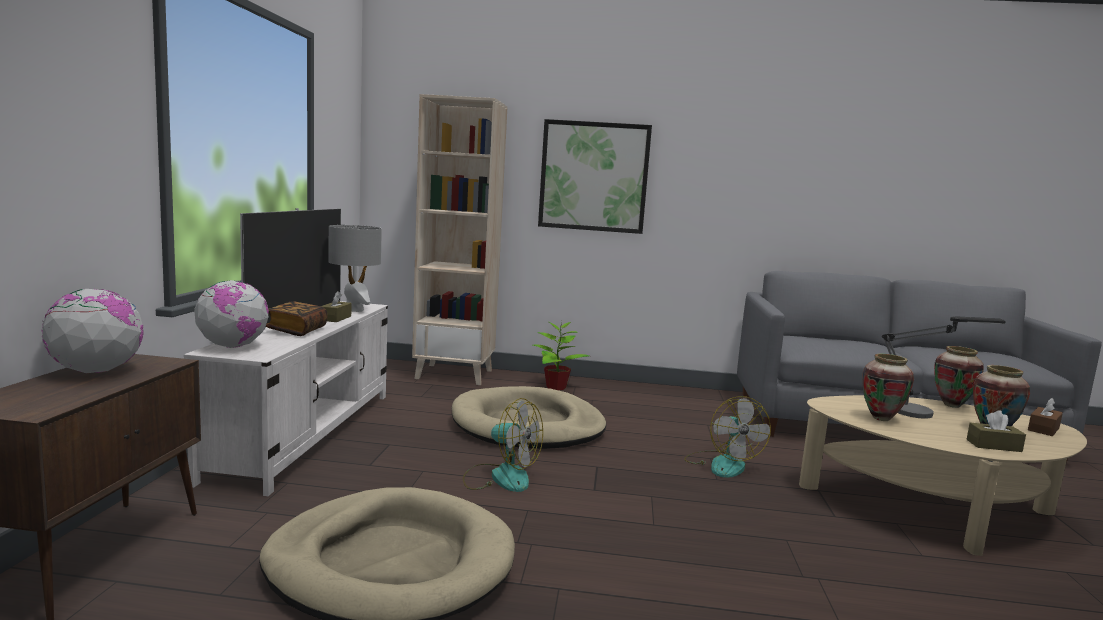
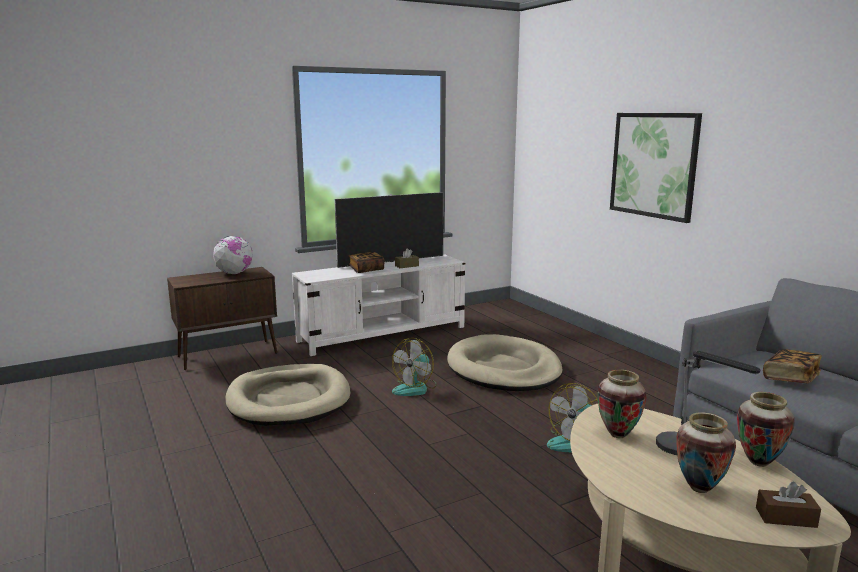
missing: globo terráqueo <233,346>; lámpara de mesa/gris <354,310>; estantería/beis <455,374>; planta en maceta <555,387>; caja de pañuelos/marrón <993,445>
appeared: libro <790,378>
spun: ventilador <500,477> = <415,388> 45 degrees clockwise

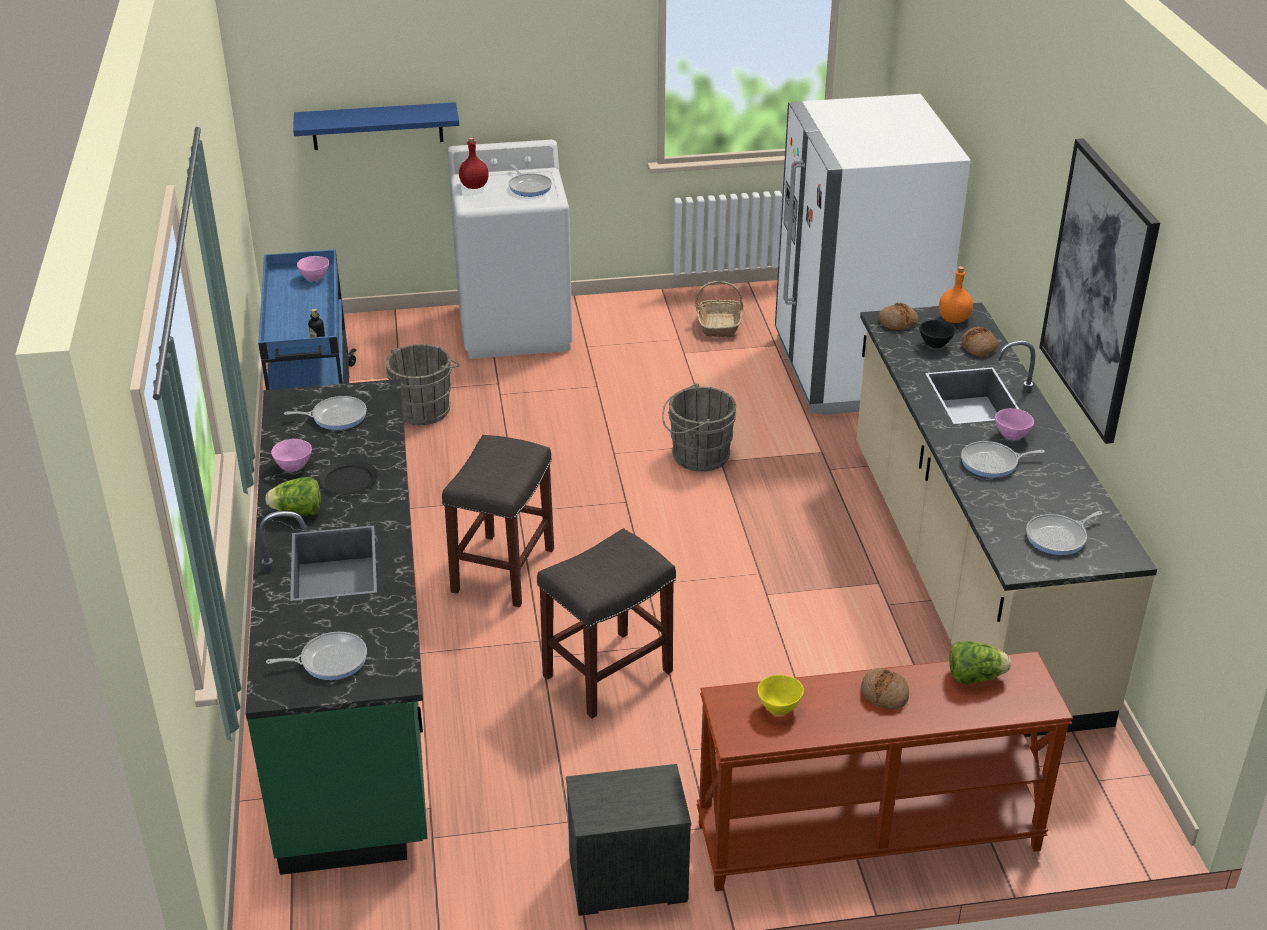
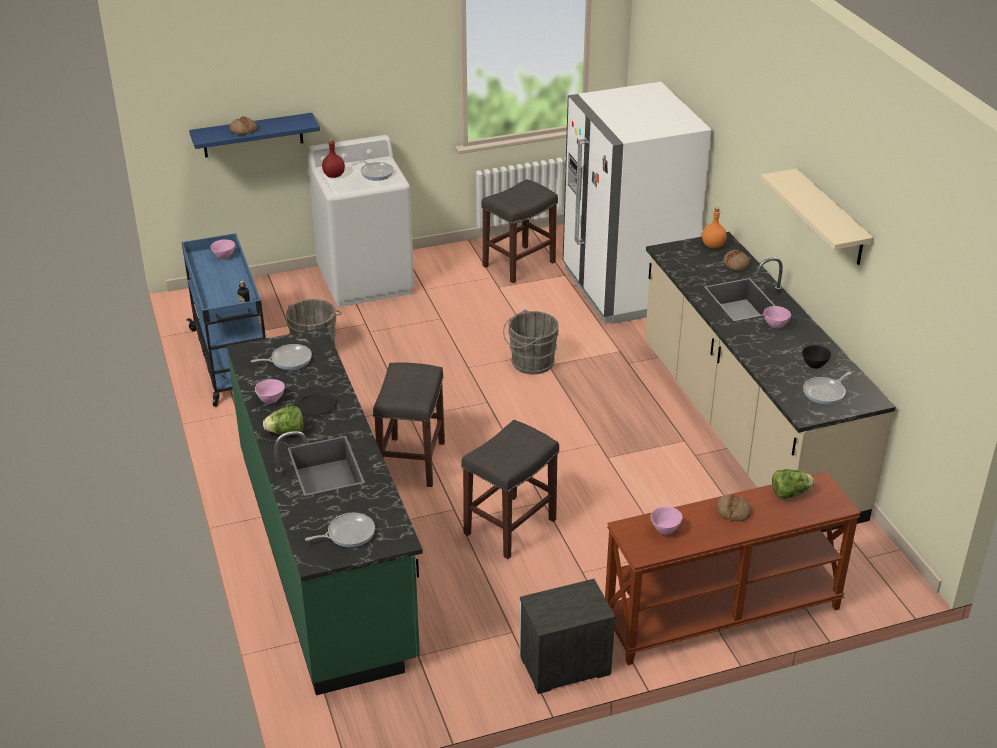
missing: sartén <992,463>
relocated: pan <897,322> to <243,130>; cuenco/negro <935,345> to <814,366>
exchanged: cesta <719,325> to taburete/gris <519,263>; cuadro <1098,290> to estante/beis <830,218>
colour: cuenco/amarillo <779,708> to cuenco/rosa <665,530>

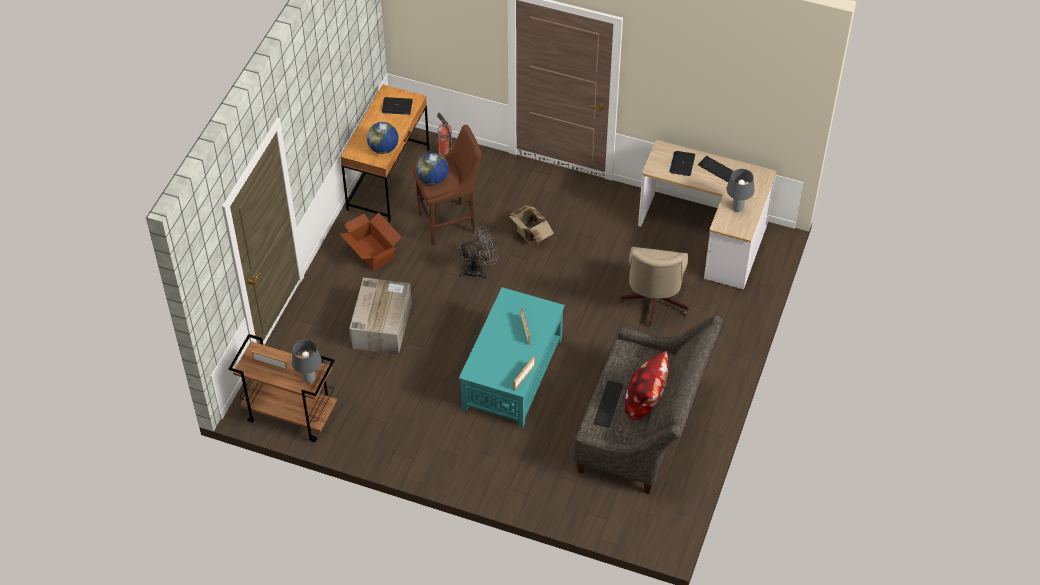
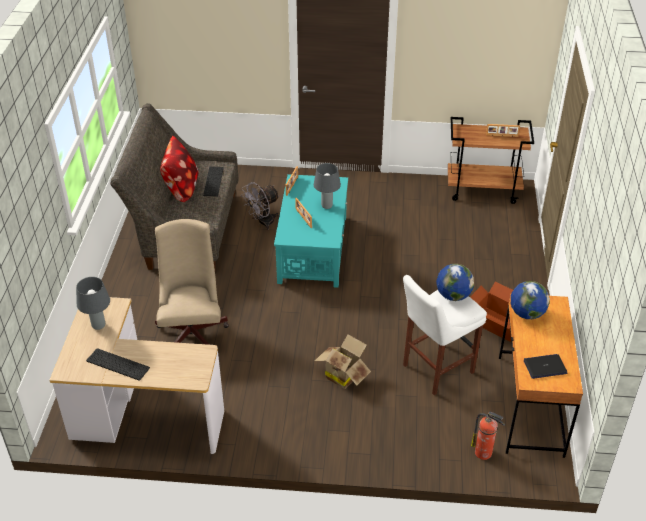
missing: caja de cartón <381,325>; portátil <682,164>
relocated: ventilador/gris <479,269> to <262,223>; lámpara de mesa/gris <309,379> to <327,206>
colour: taburete/marrón <450,223> to taburete/blanco <435,370>

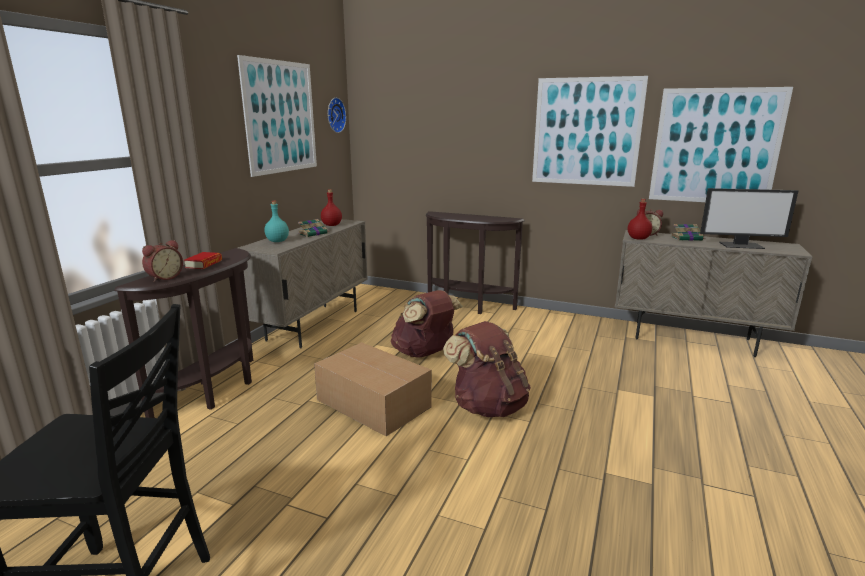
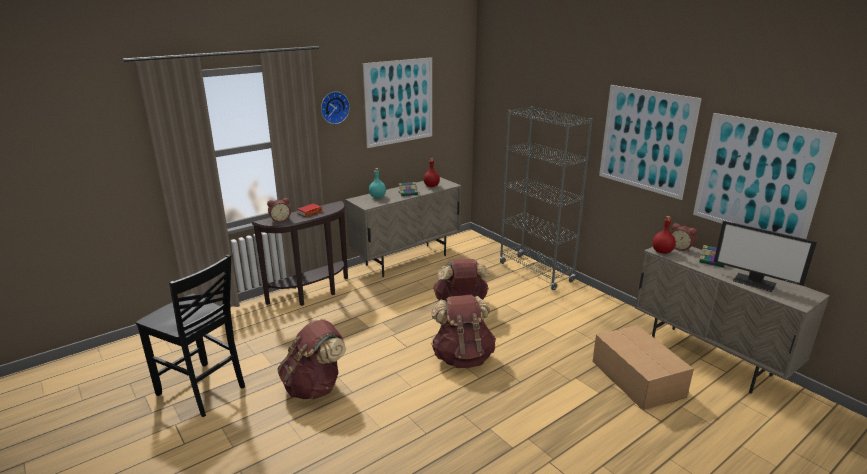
appeared: mochila/marrón <315,387>
relocated: reloj de pared <334,115> to <334,107>; caja de cartón <373,402> to <637,377>
exchanged: mesa consola/marrón <467,306> to estantería/gris <536,272>

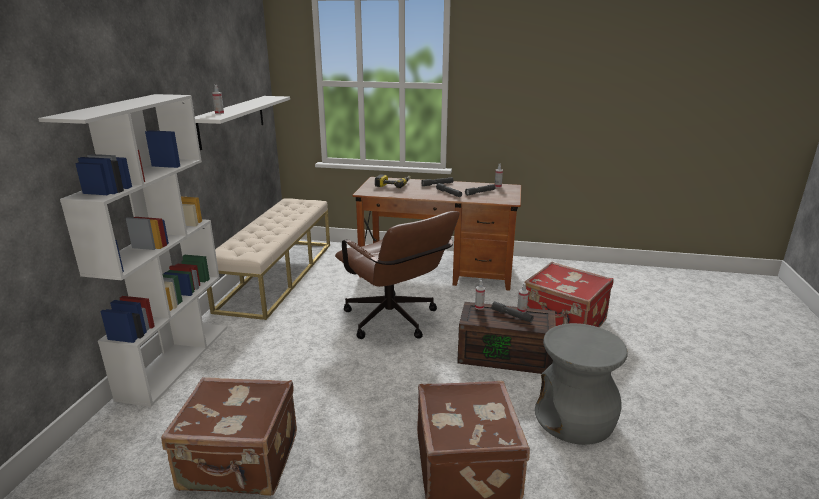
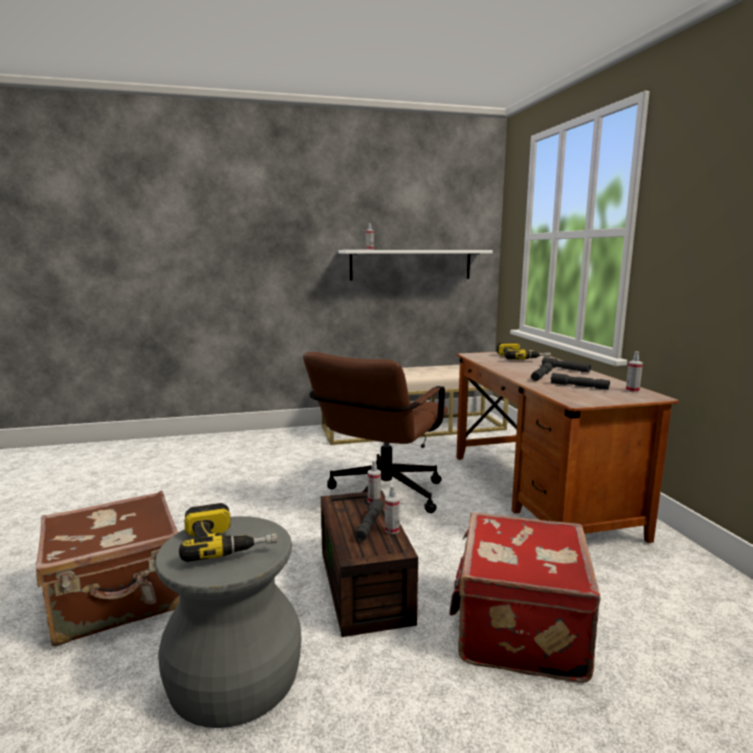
missing: estantería/blanco <176,360>; maleta/marrón <240,463>
appeared: taladro <227,542>

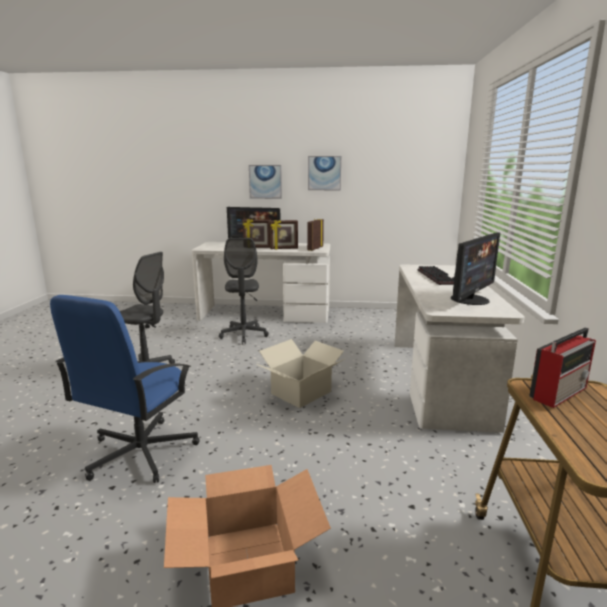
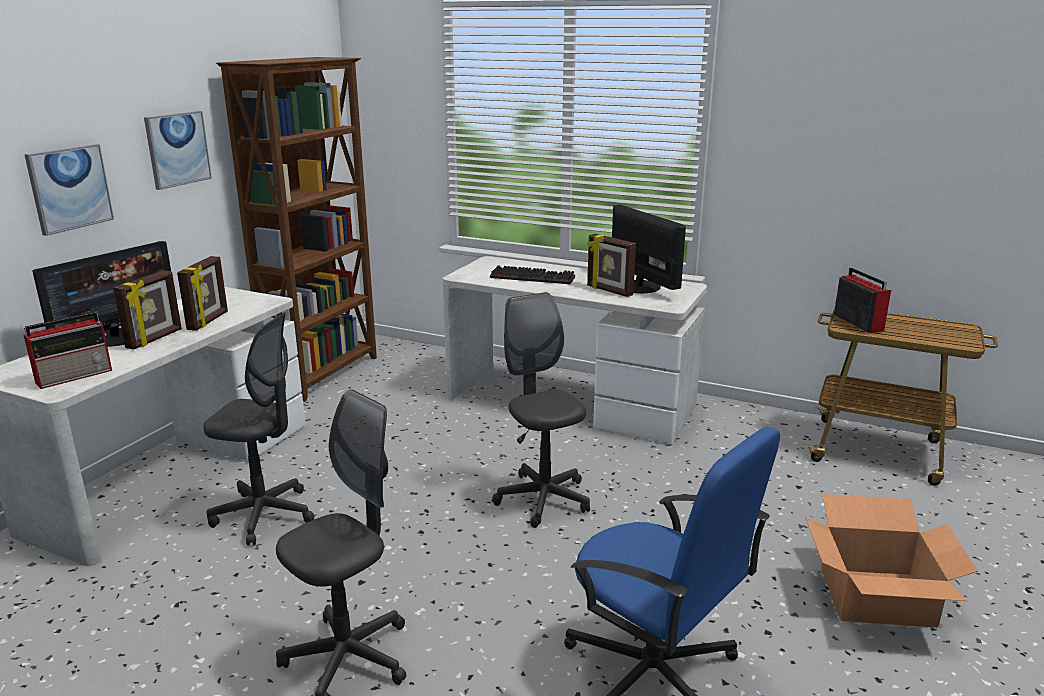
appeared: radio <76,376>; estantería/marrón <324,374>
relocated: portarretratos <315,248> to <609,291>
exchanged: caja de cartón <301,392> to silla de oficina/gris <543,499>

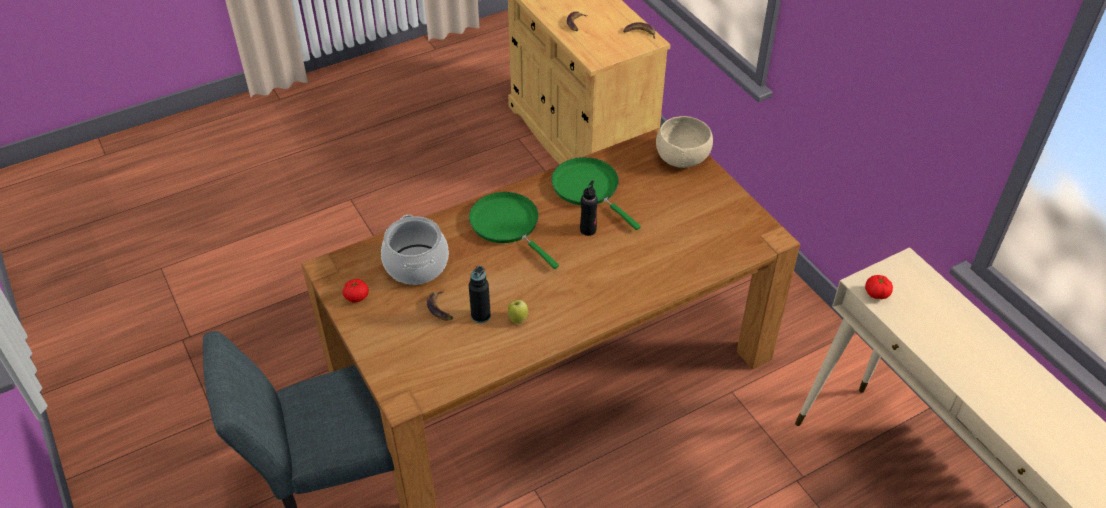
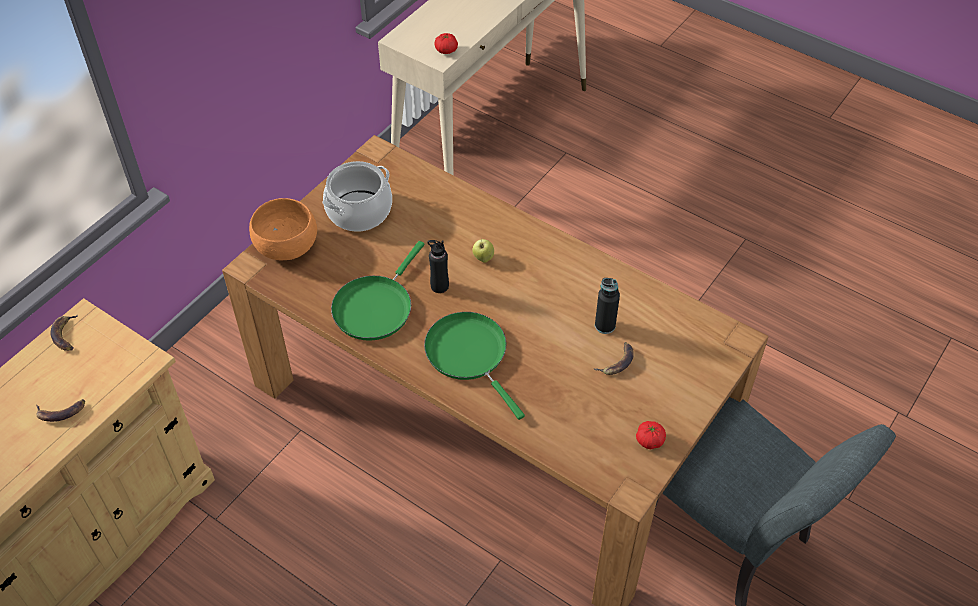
relocated: olla <416,265> to <359,211>; manzana <518,318> to <483,258>
colour: cuenco/beis <681,158> to cuenco/naranja <287,246>
spun: sartén/verde <507,225> = <469,354> 120 degrees clockwise

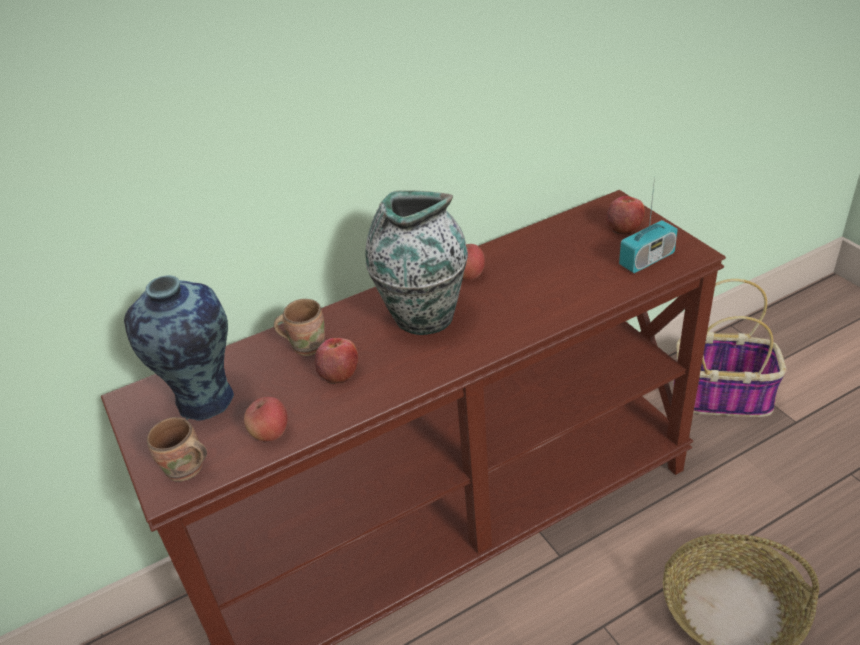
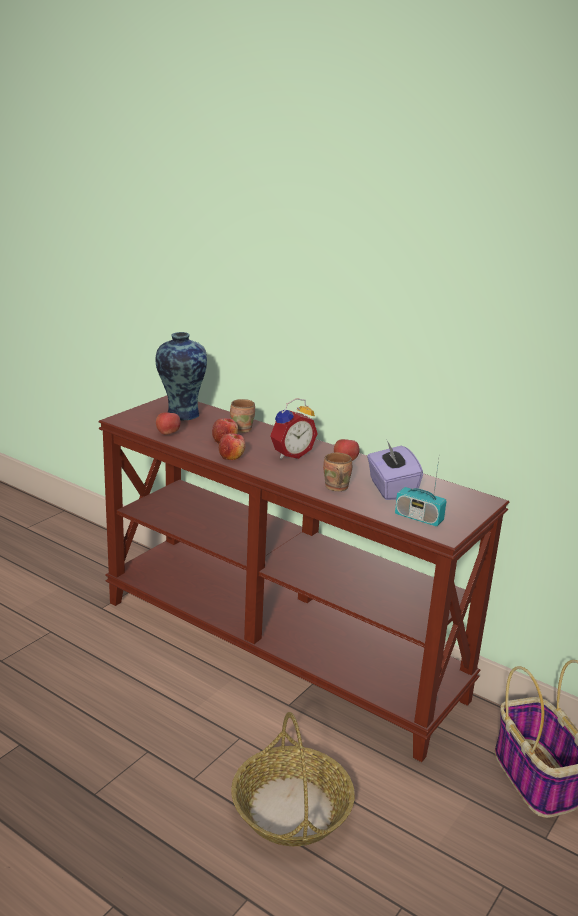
appeared: caja de pañuelos/morado <391,489>
relocated: manzana <624,227> to <231,457>; taza grande/marrón <186,471> to <335,488>
exchanged: florero <422,317> to despertador <290,454>

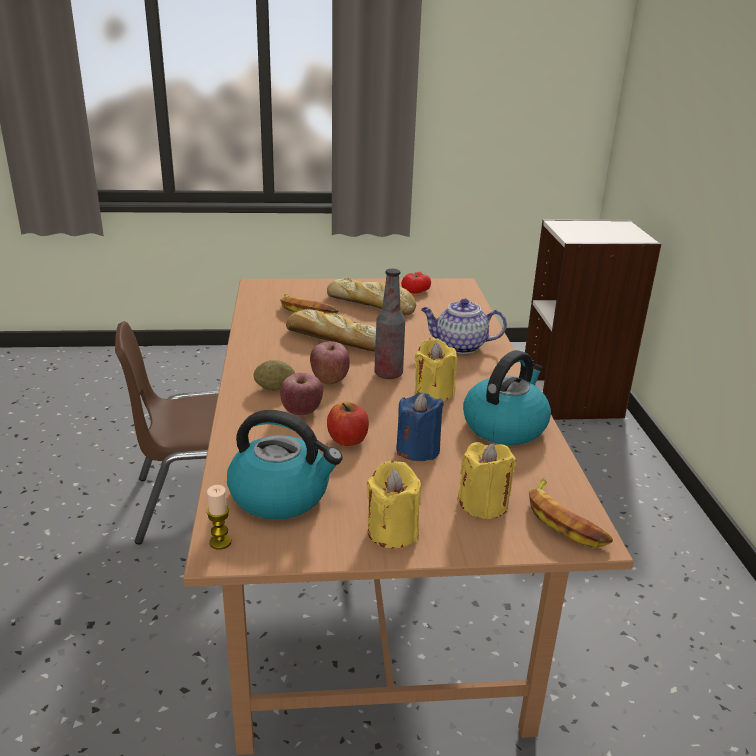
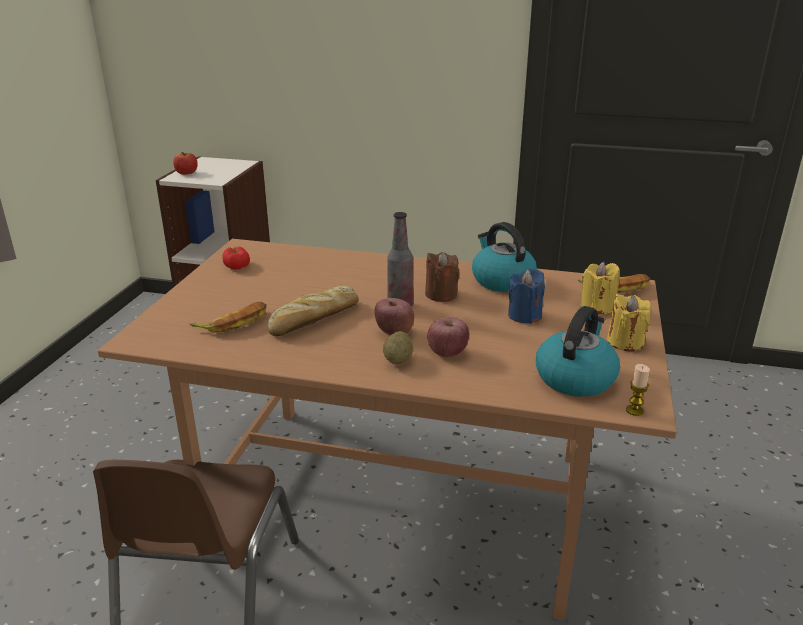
missing: pan <372,304>; tetera <459,346>
relocated: manzana <347,440> to <186,173>
colour: vela/amarillo <433,392> to vela/marrón <441,294>

